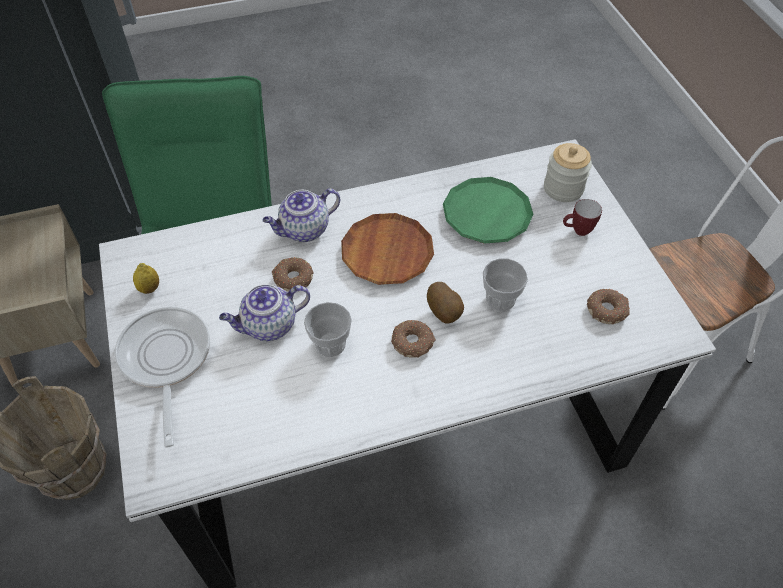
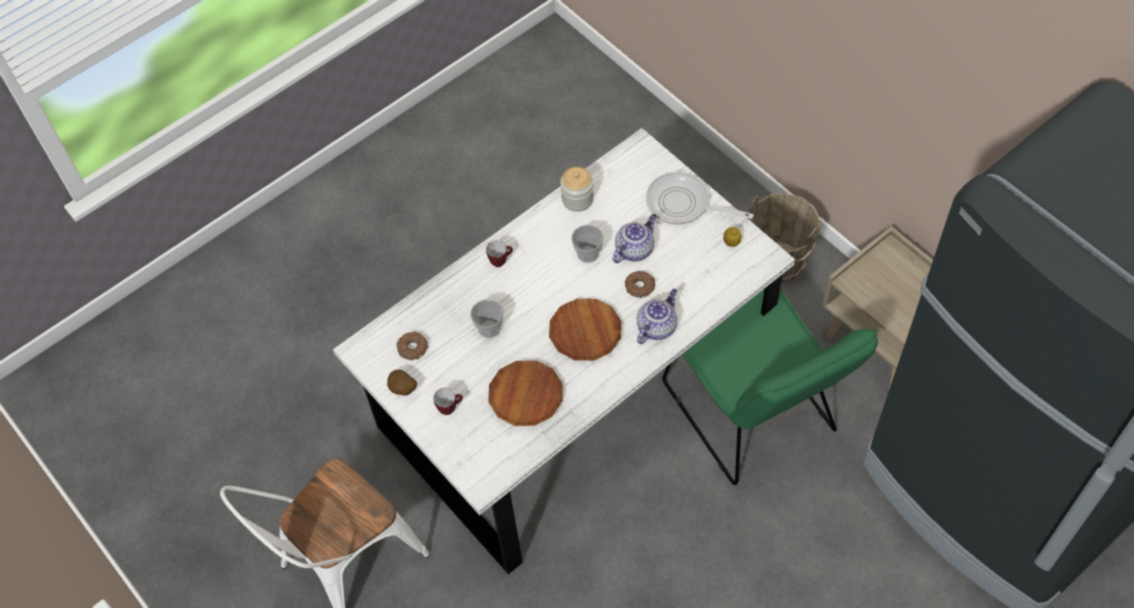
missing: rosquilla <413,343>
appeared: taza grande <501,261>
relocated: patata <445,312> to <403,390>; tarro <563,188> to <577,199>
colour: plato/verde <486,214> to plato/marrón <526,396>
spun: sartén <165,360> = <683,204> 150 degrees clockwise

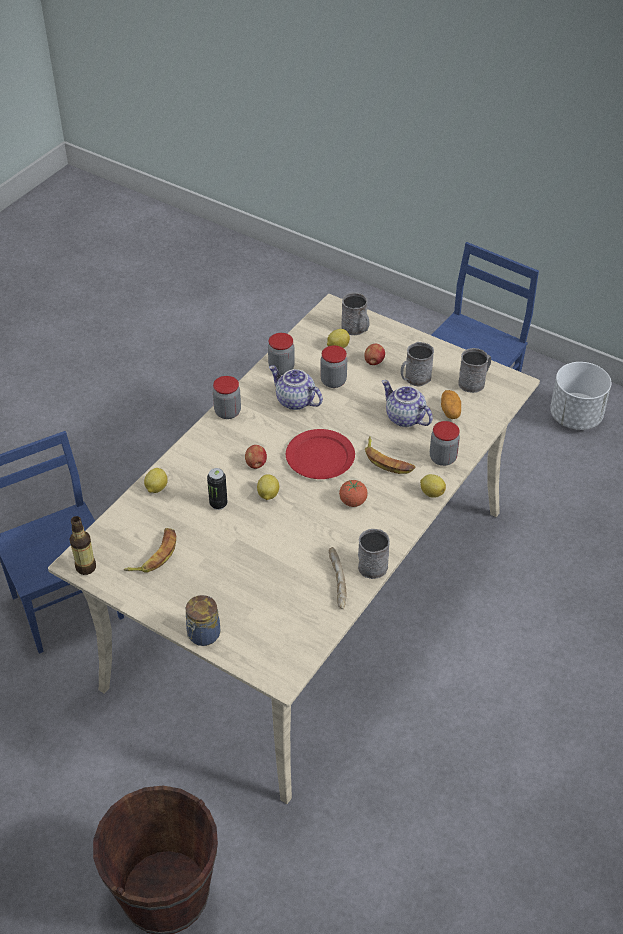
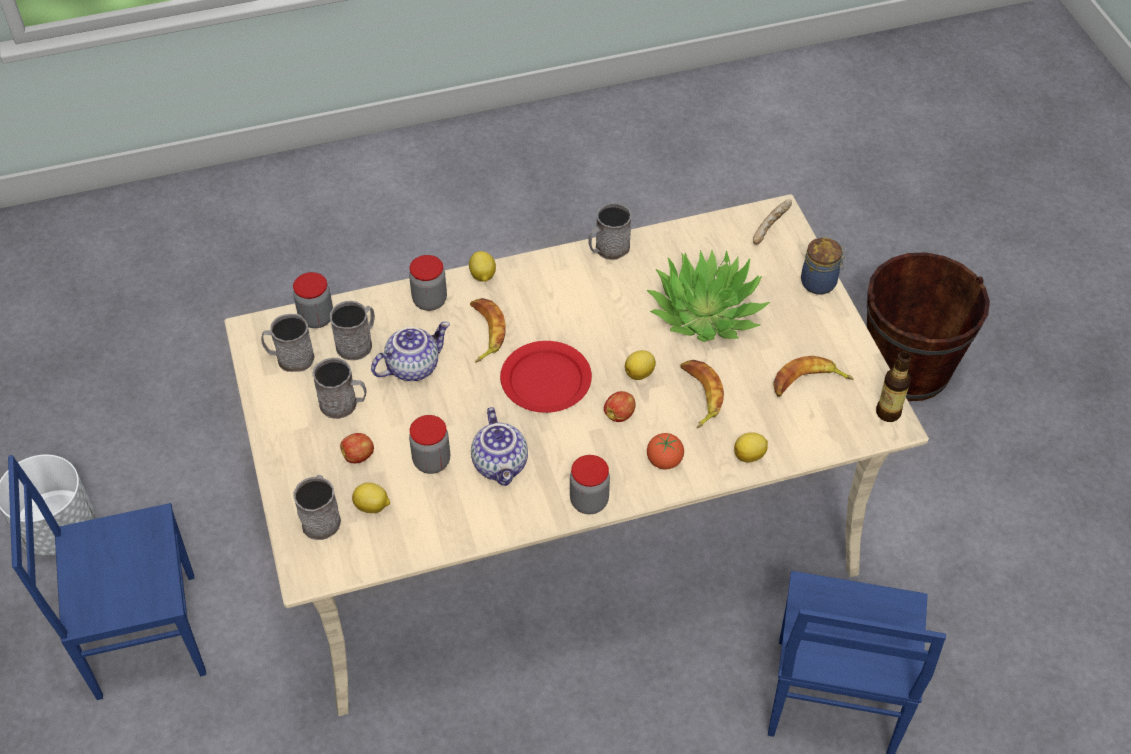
appeared: planta en maceta <706,312>
relocated: tarro <281,368> to <316,318>; tomate <353,502> to <664,461>; pan <336,582> to <772,227>
exchanged: patata <450,411> to taza grande/gris <358,343>; lata <218,504> to plátano <699,395>
spun: tetera <404,418> = <412,366> 120 degrees counterclockwise

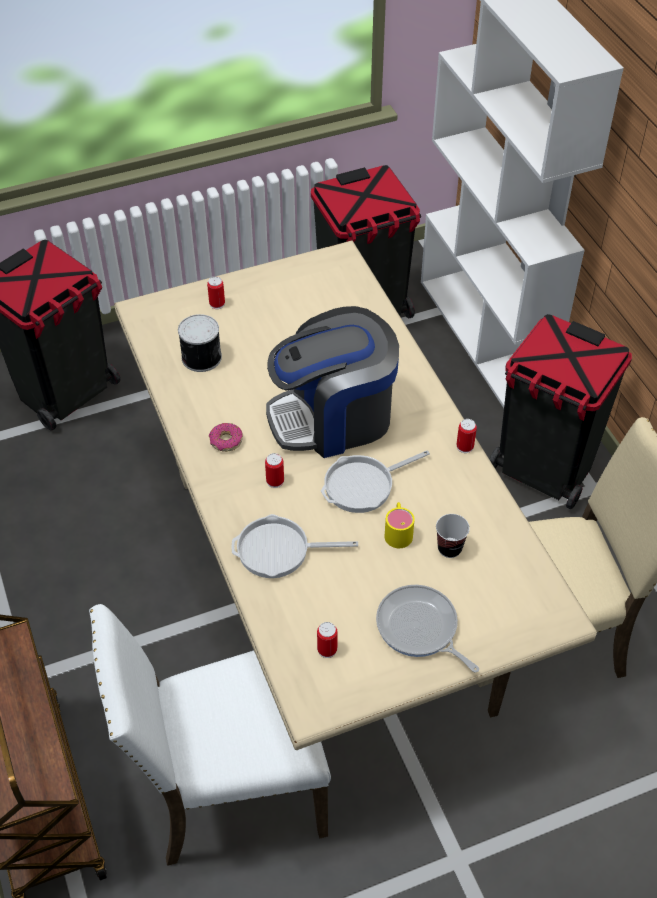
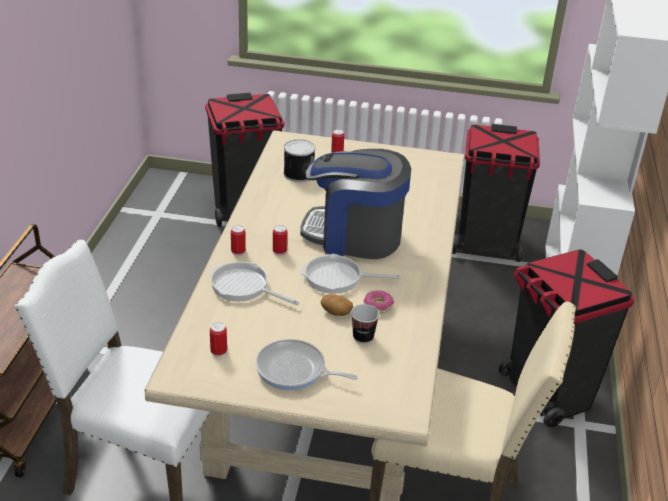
relocated: lata <465,446> to <238,252>; rosquilla <226,441> to <378,306>
exchanged: taza grande/amarillo <398,531> to patata <336,312>
spun: sartén <419,629> = <294,370> 60 degrees counterclockwise

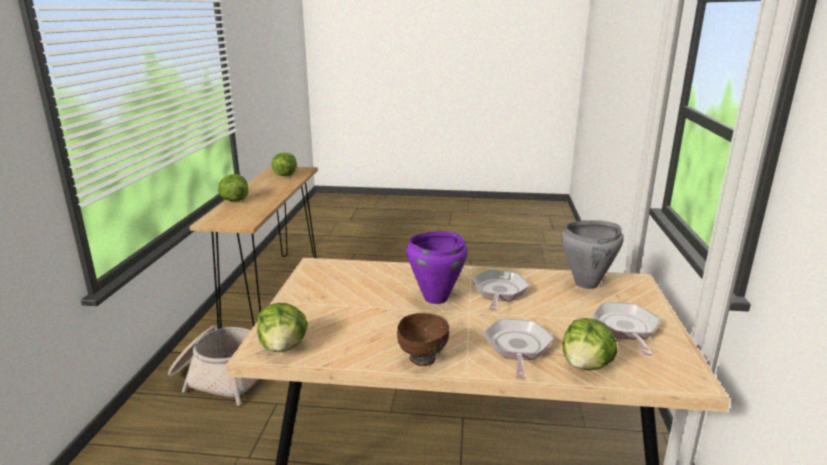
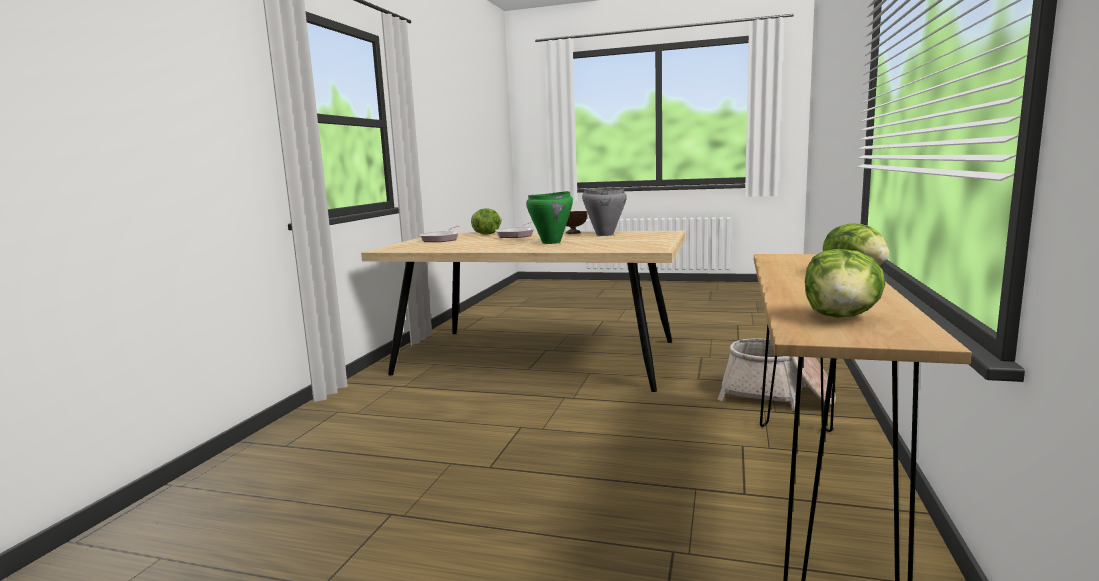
missing: lechuga <283,347>; sartén <499,292>
relocated: olla/gris <587,284> to <604,235>
colour: olla/morado <435,298> to olla/verde <551,242>

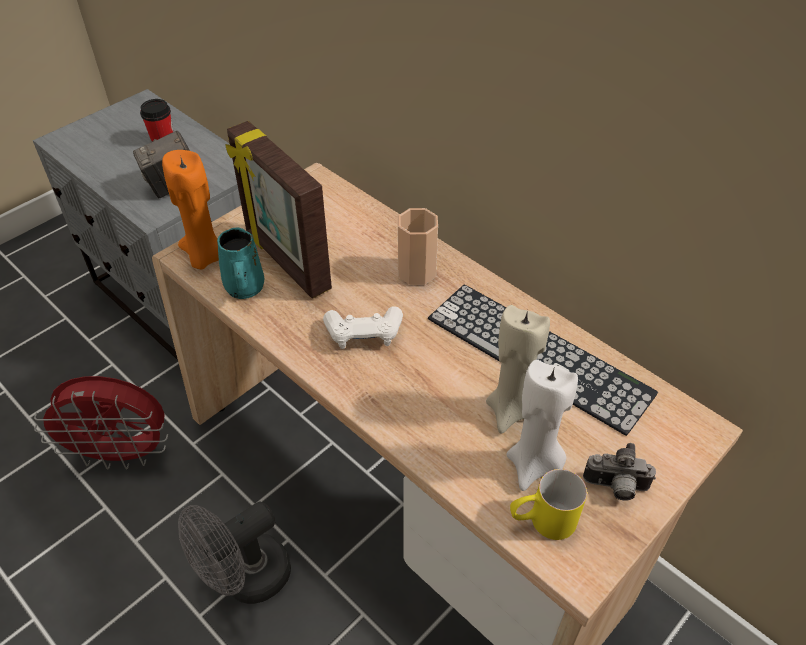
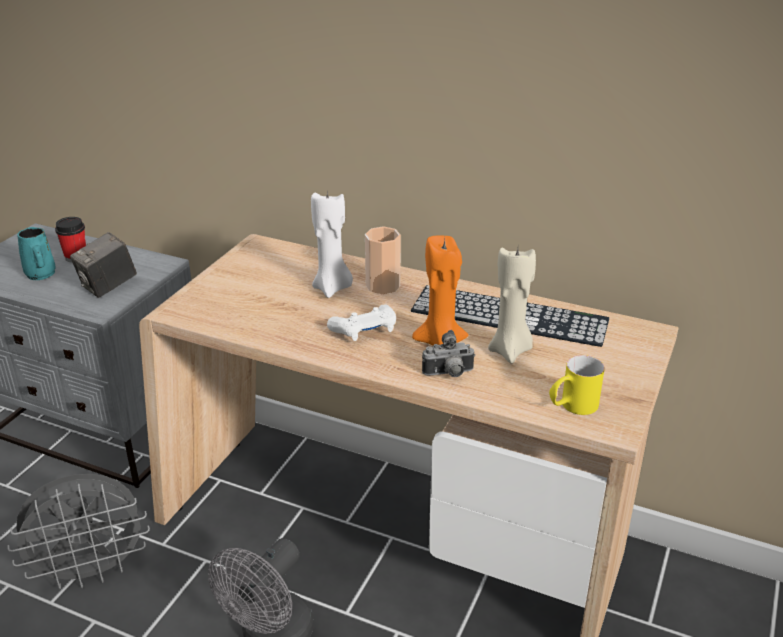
missing: portarretratos <285,261>
relocated: taza grande/turquesa <244,289> to <41,275>; vela/blanco <534,465> to <332,288>; vela/naranja <204,257> to <441,343>; cámara <615,488> to <448,374>
colour: ventilador/rojo <122,454> to ventilador/gris <91,571>

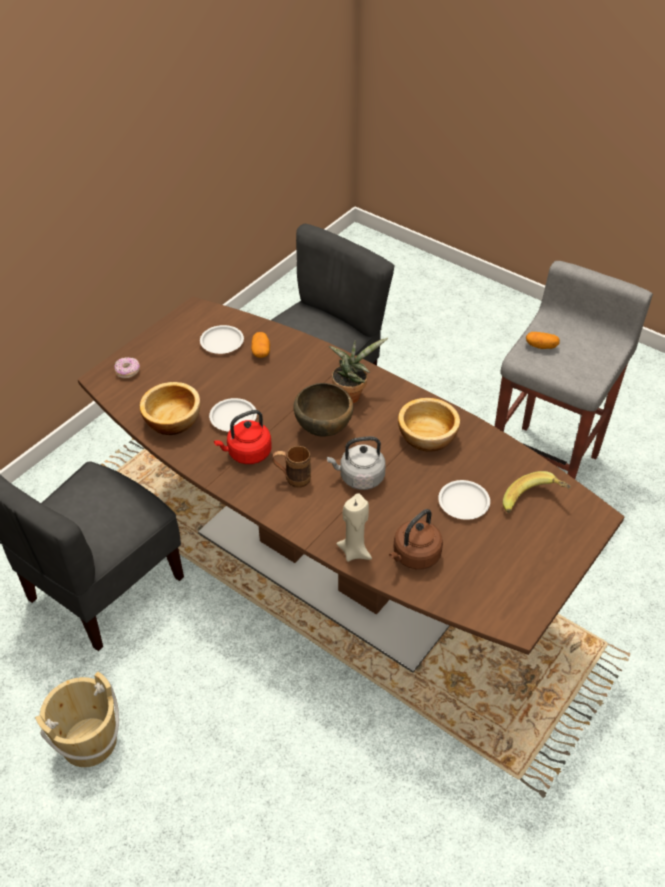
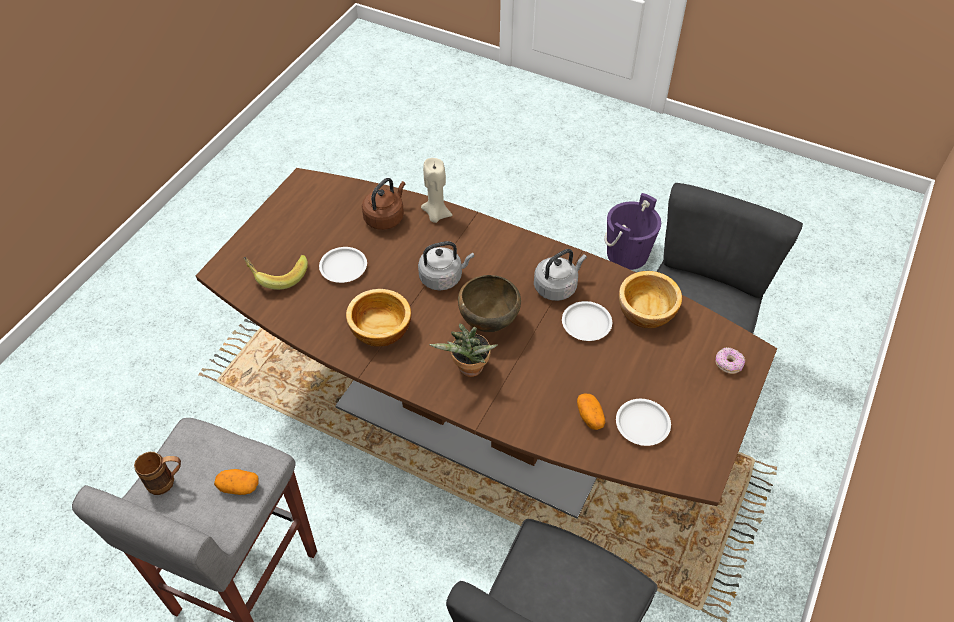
relocated: taza grande/marrón <292,479> to <167,482>
colour: hervidor/rojo <247,453> to hervidor/gris <557,287>; cubo/beis <89,741> to cubo/morado <627,254>

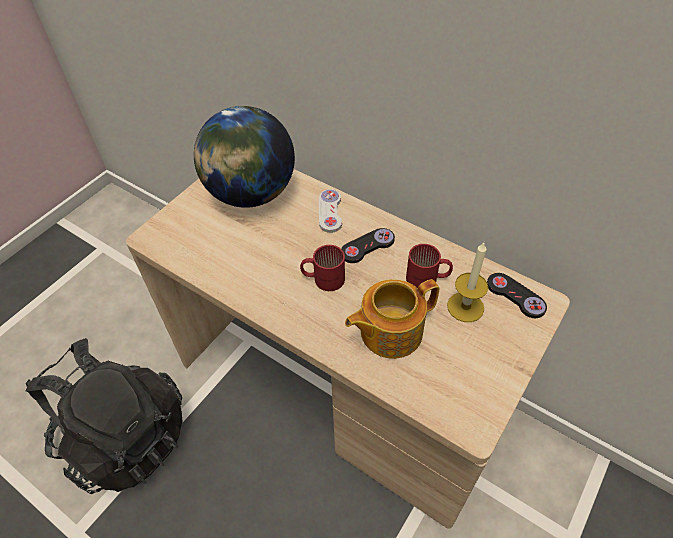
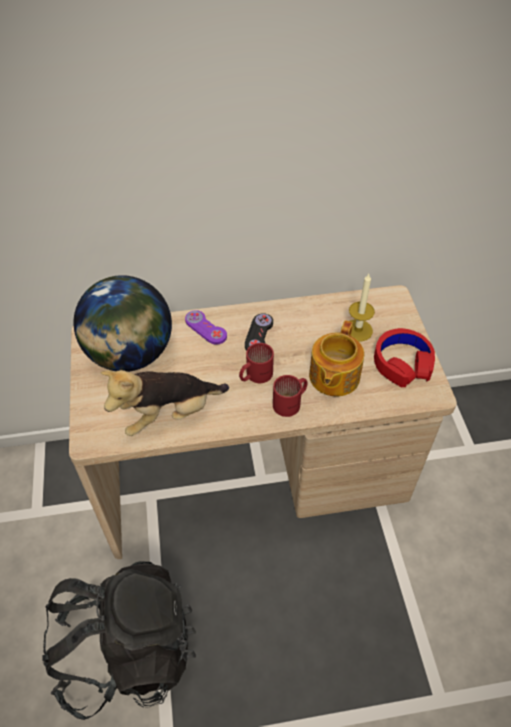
missing: mando de consola/negro <515,296>
appeared: peluche <169,414>; auriculares/rojo <402,363>
relocated: taza grande/rojo <427,279> to <291,403>
colour: mando de consola/blanco <330,211> to mando de consola/morado <205,328>

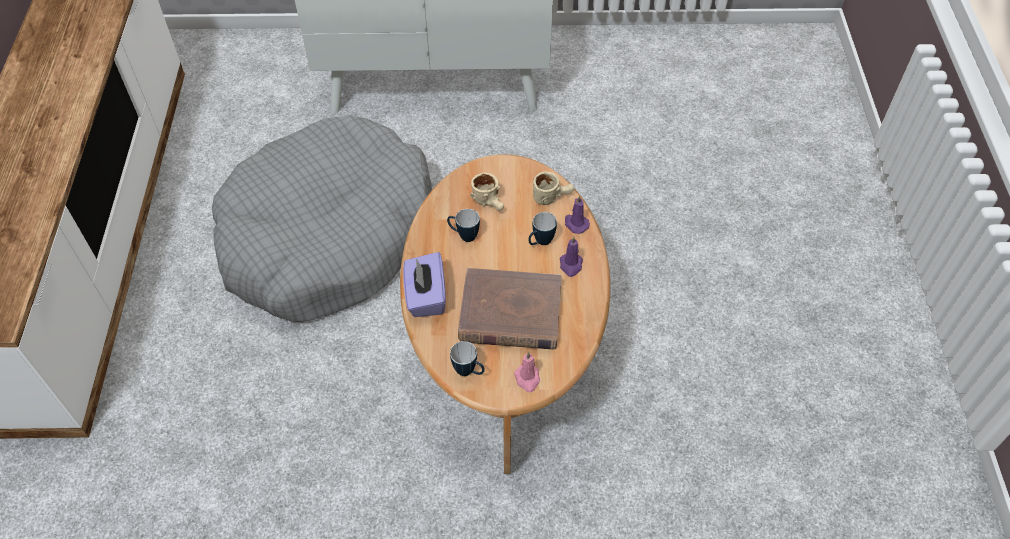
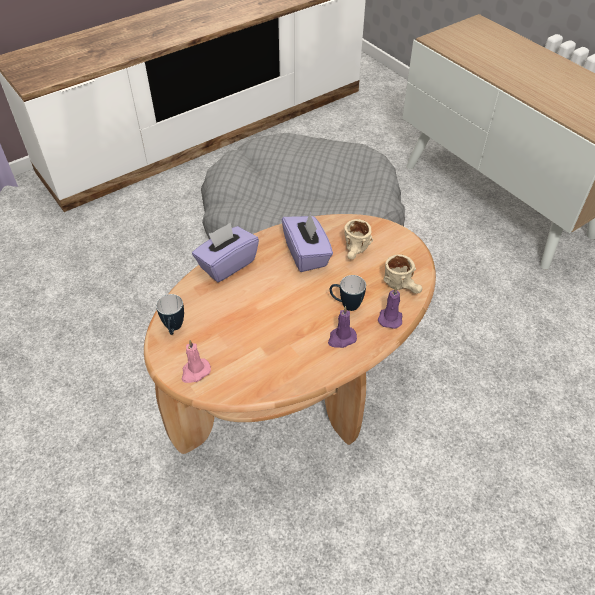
missing: libro/marrón <510,313>
exchanged: taza grande <463,236> to caja de pañuelos/morado <306,254>

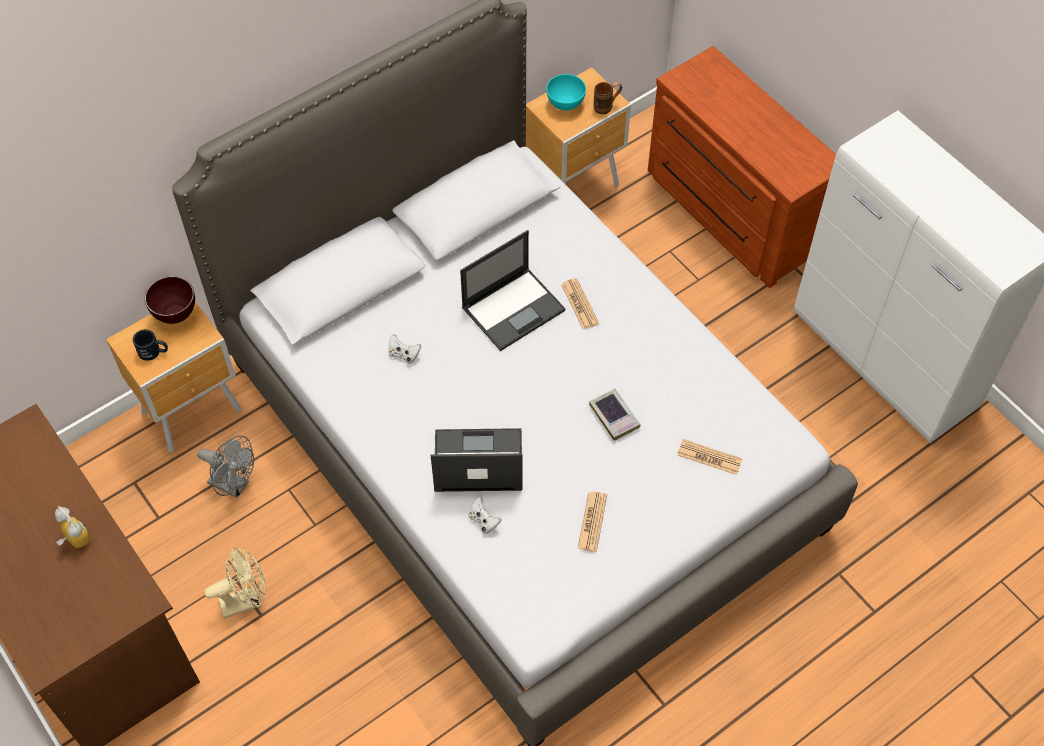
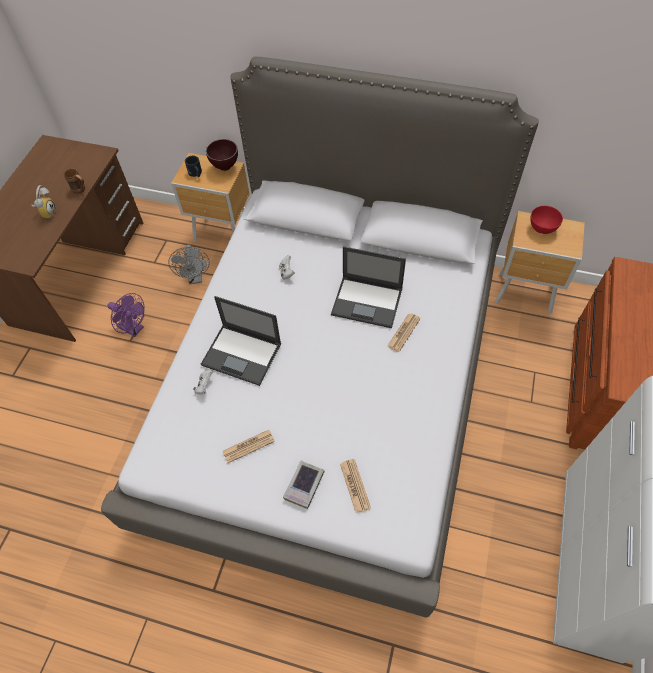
relocated: taza grande/marrón <607,106> to <81,190>; libro <614,416> to <304,485>
colour: ventilador/beis <246,600> to ventilador/morado <134,329>; cuenco/turquesa <566,103> to cuenco/rojo <542,228>
spun: portátil <477,461> = <242,354> 150 degrees clockwise

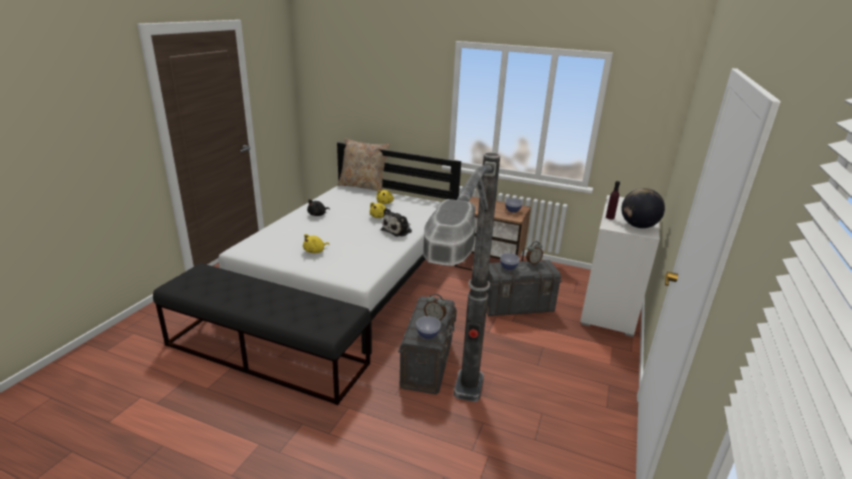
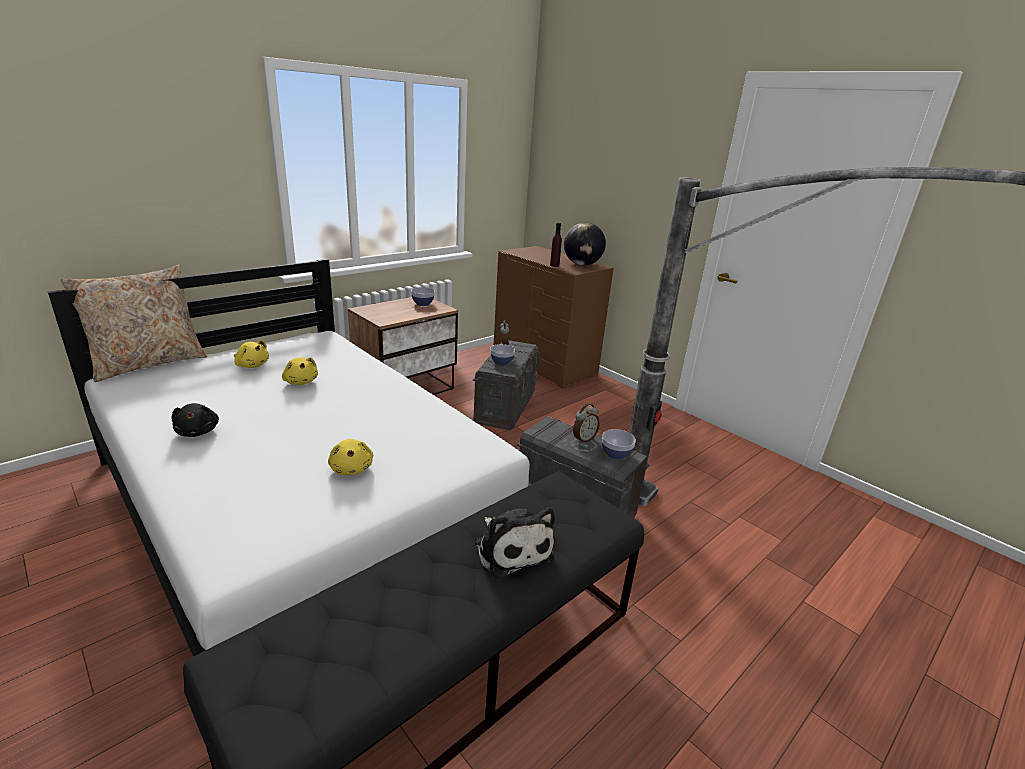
relocated: peluche <398,230> to <512,548>
colour: cómoda/blanco <610,306> to cómoda/marrón <545,364>

